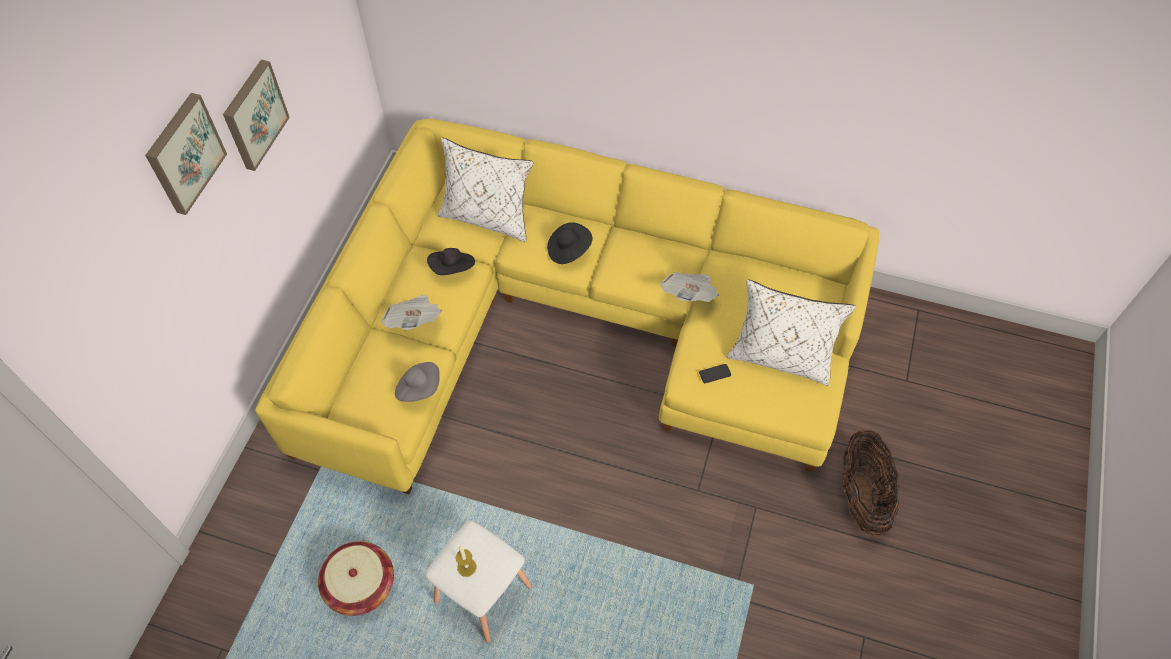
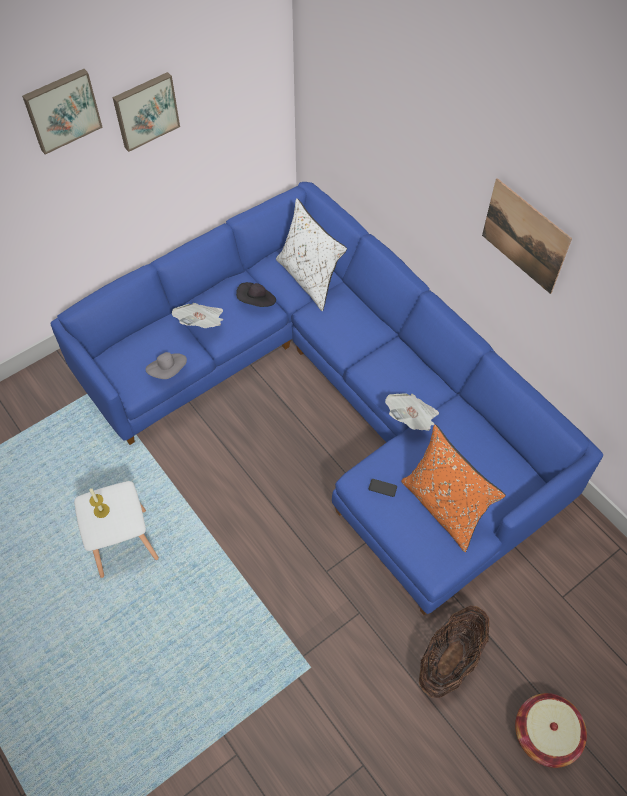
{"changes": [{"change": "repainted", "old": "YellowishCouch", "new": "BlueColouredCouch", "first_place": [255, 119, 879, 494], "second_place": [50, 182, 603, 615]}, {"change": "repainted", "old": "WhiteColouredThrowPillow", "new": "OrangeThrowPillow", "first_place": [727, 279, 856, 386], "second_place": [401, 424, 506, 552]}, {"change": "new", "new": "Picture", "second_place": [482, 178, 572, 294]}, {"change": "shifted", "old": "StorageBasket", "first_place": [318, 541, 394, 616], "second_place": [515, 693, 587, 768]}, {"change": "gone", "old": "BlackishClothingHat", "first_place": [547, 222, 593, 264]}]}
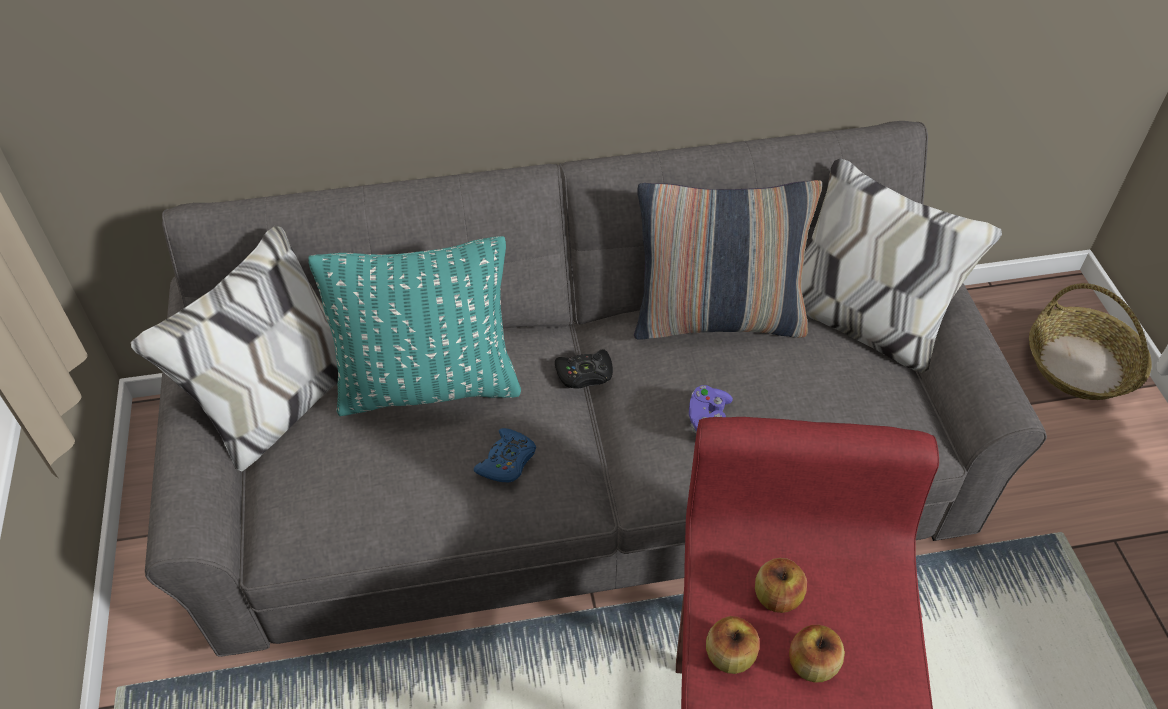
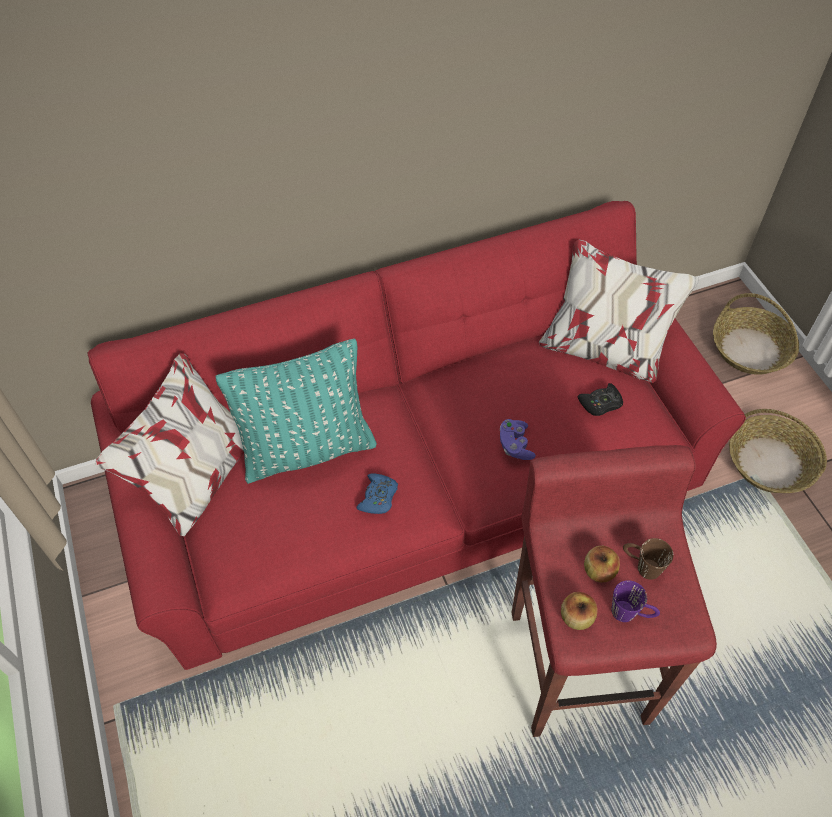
{"changes": [{"change": "repainted", "old": "GreyishCouch", "new": "ReddishCouch", "first_place": [131, 121, 1047, 657], "second_place": [88, 201, 746, 670]}, {"change": "shifted", "old": "BlackishGameController", "first_place": [555, 349, 613, 388], "second_place": [578, 383, 623, 416]}, {"change": "swapped", "old": "Apple", "new": "PurplishTeaMug", "first_place": [789, 625, 845, 682], "second_place": [612, 580, 660, 622]}, {"change": "new", "new": "BrownColouredTeaMug", "second_place": [623, 538, 673, 580]}, {"change": "new", "new": "StorageBasket", "second_place": [729, 409, 827, 493]}, {"change": "gone", "old": "ThrowPillow", "first_place": [634, 180, 822, 340]}]}
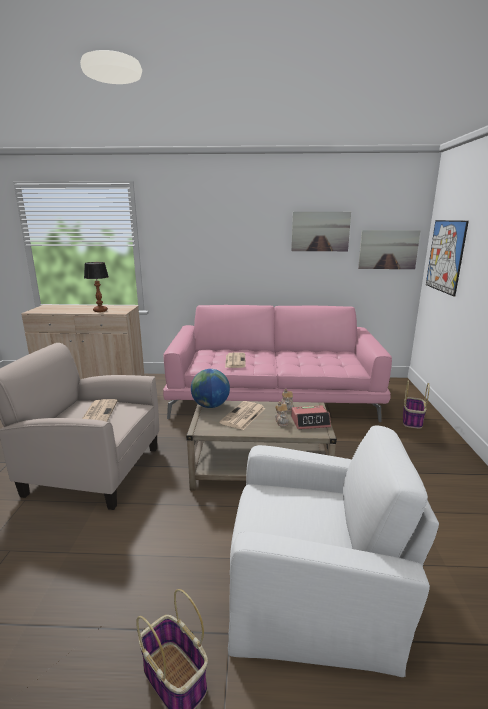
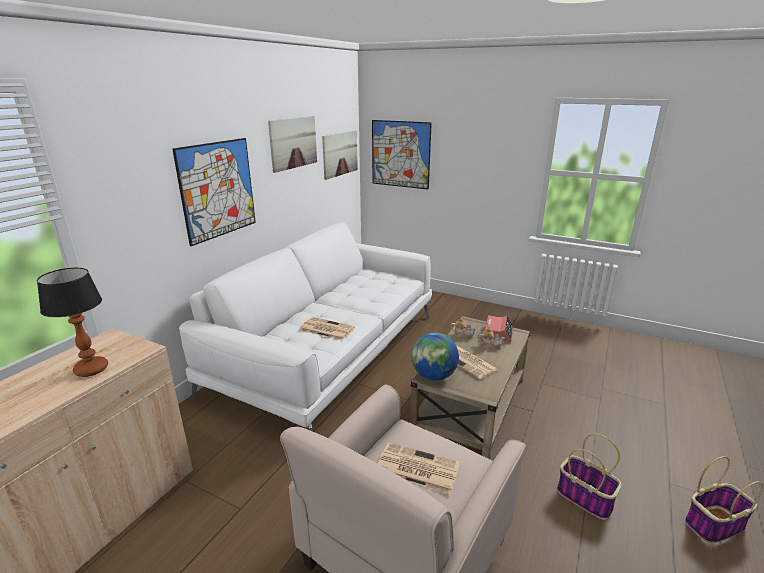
{"changes": [{"change": "new", "new": "Picture", "second_place": [172, 138, 256, 246]}, {"change": "repainted", "old": "PinkCouch", "new": "WhiteColouredCouch", "first_place": [163, 305, 392, 422], "second_place": [179, 222, 432, 432]}, {"change": "shifted", "old": "StorageBasket", "first_place": [403, 380, 429, 429], "second_place": [557, 434, 622, 520]}, {"change": "gone", "old": "WhiteColouredArmchair", "first_place": [228, 425, 439, 677]}]}
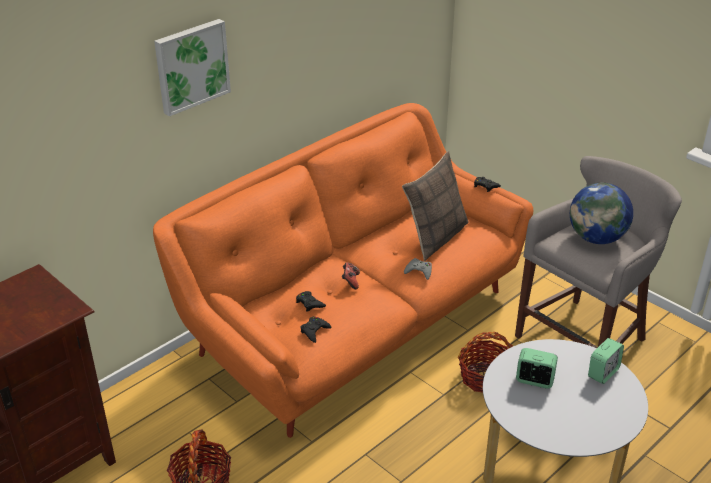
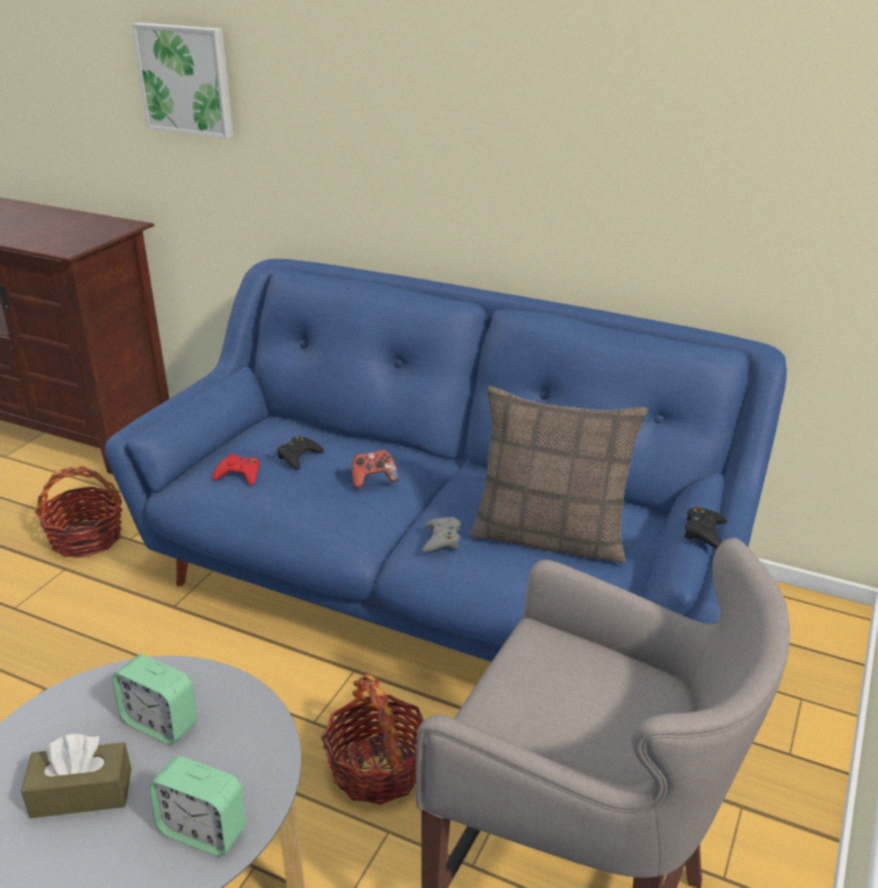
{"changes": [{"change": "new", "new": "BrownColouredBoxOfTissues", "second_place": [21, 734, 131, 818]}, {"change": "repainted", "old": "OrangeCouch", "new": "BlueColouredCouch", "first_place": [153, 103, 533, 438], "second_place": [105, 259, 787, 662]}, {"change": "rotated", "old": "AlarmClock", "first_place": [516, 348, 558, 389], "second_place": [112, 654, 197, 745], "degrees": 120}, {"change": "shifted", "old": "Picture", "first_place": [154, 19, 231, 116], "second_place": [131, 23, 233, 139]}, {"change": "repainted", "old": "BlackishGameController", "new": "ReddishGameController", "first_place": [300, 317, 332, 343], "second_place": [212, 454, 259, 486]}, {"change": "gone", "old": "DeskGlobe", "first_place": [570, 183, 633, 244]}]}
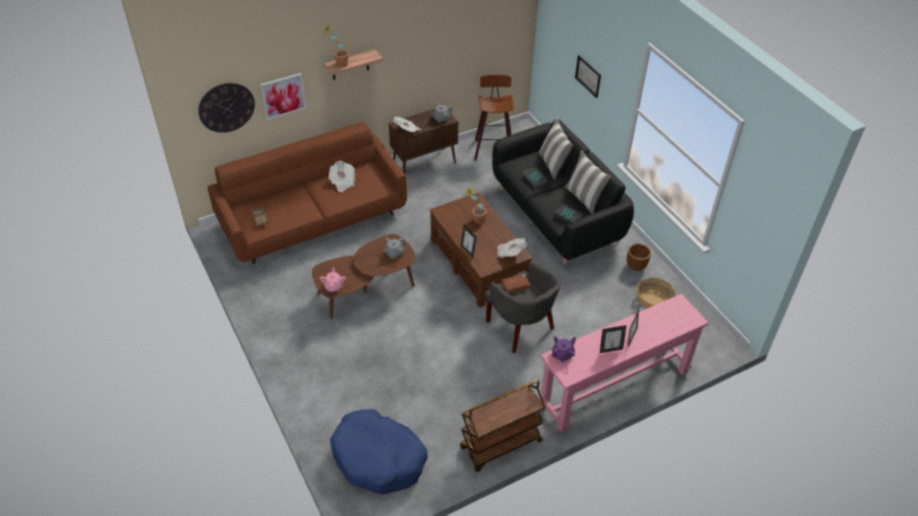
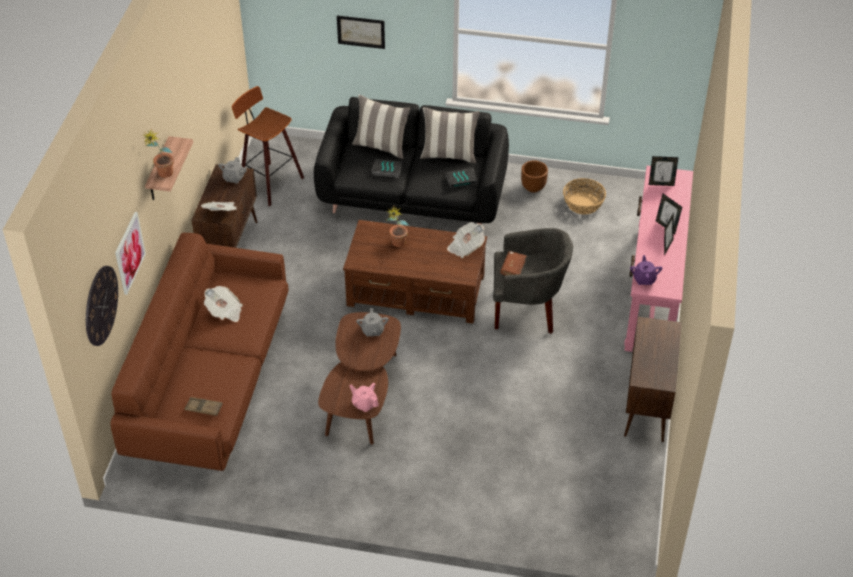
{"changes": [{"change": "swapped", "old": "BrownColouredTrolley", "new": "BrownColouredStorageCabinet", "first_place": [460, 380, 545, 472], "second_place": [624, 317, 682, 442]}, {"change": "shifted", "old": "PictureFrame", "first_place": [461, 224, 477, 258], "second_place": [649, 156, 678, 186]}, {"change": "gone", "old": "BlueColouredPetBed", "first_place": [330, 409, 428, 494]}]}
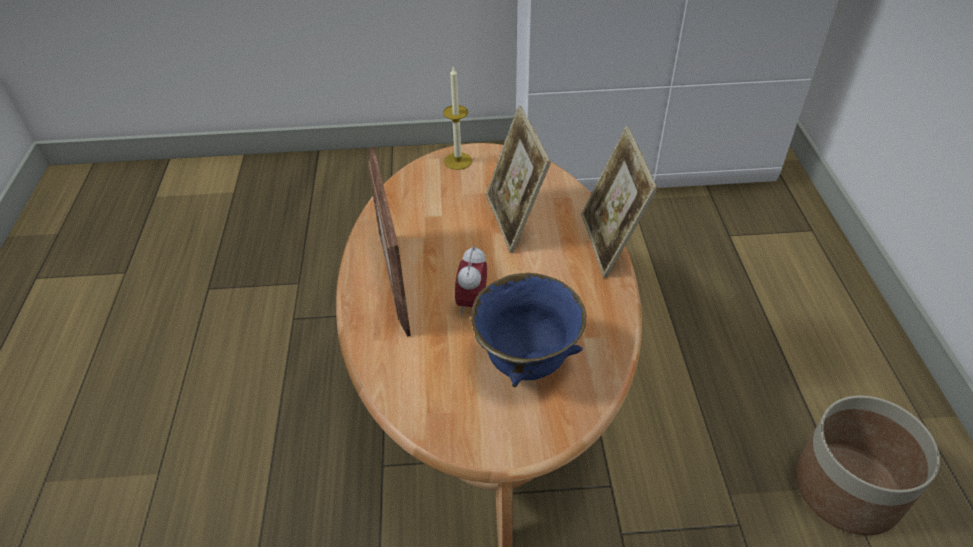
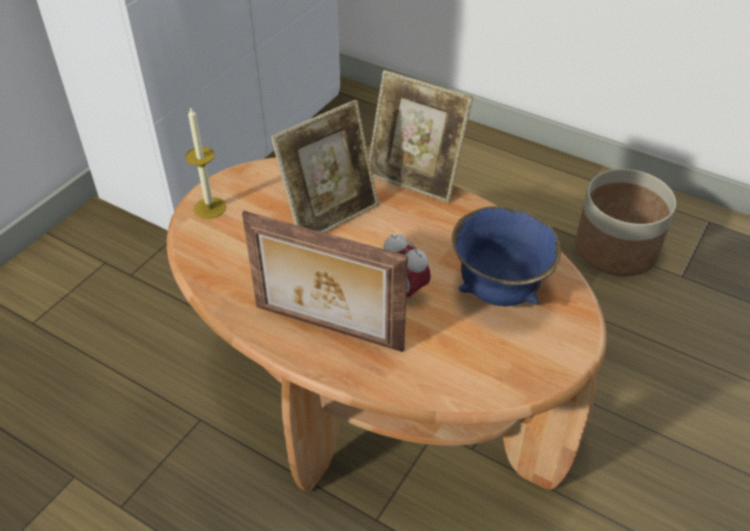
{"changes": [{"change": "rotated", "old": "PictureFrame", "first_place": [486, 106, 551, 253], "second_place": [271, 100, 379, 233], "degrees": -60}]}
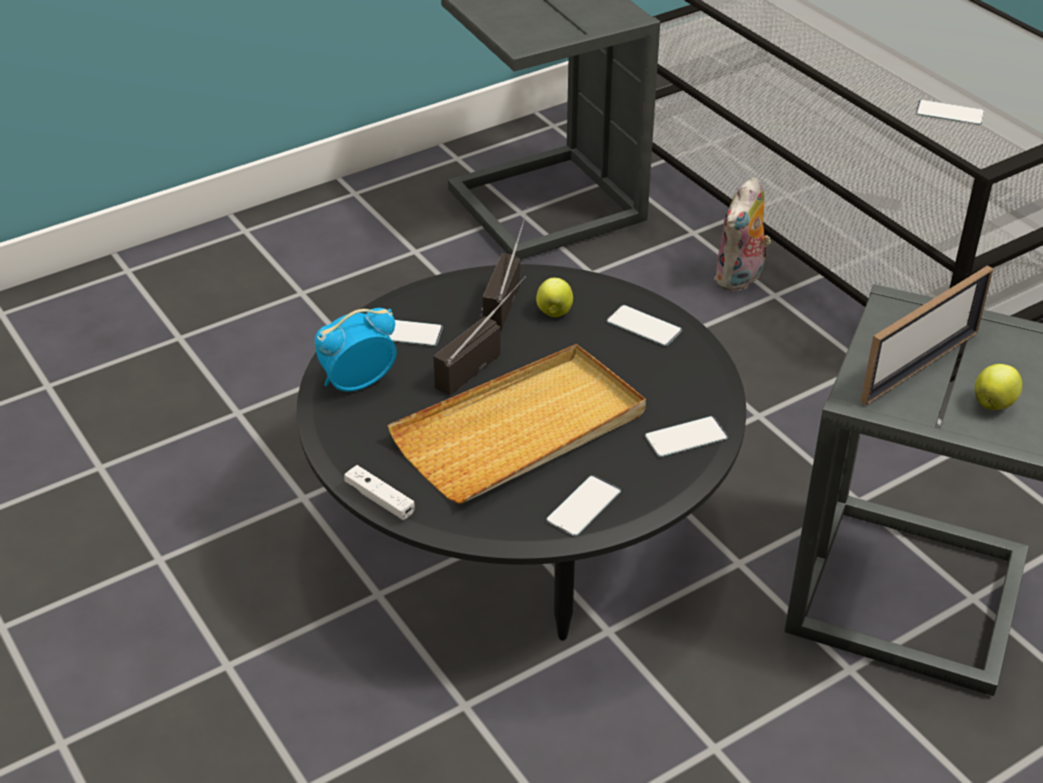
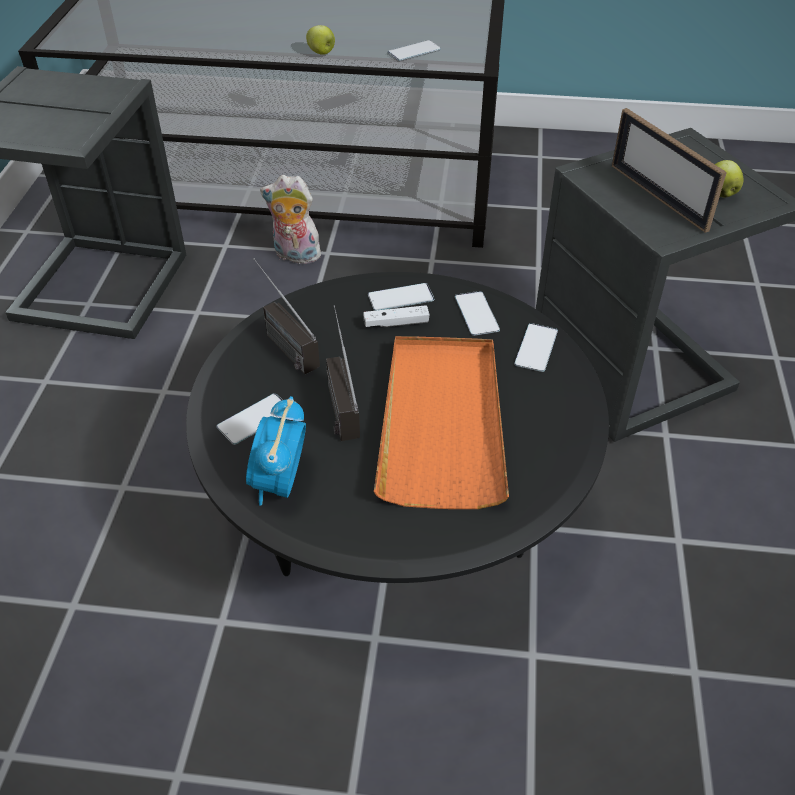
{"changes": [{"change": "rotated", "old": "SoftToy", "first_place": [714, 177, 771, 292], "second_place": [260, 175, 321, 264], "degrees": 120}, {"change": "shifted", "old": "Apple", "first_place": [536, 278, 573, 317], "second_place": [306, 25, 335, 55]}, {"change": "shifted", "old": "WhiteColouredGameController", "first_place": [344, 465, 415, 520], "second_place": [363, 305, 429, 327]}, {"change": "repainted", "old": "BeigeColouredTray", "new": "OrangeTray", "first_place": [387, 344, 646, 504], "second_place": [374, 336, 509, 509]}, {"change": "shifted", "old": "Handset", "first_place": [546, 475, 621, 536], "second_place": [455, 291, 500, 336]}, {"change": "rotated", "old": "PictureFrame", "first_place": [861, 265, 993, 405], "second_place": [612, 108, 727, 233], "degrees": 150}]}
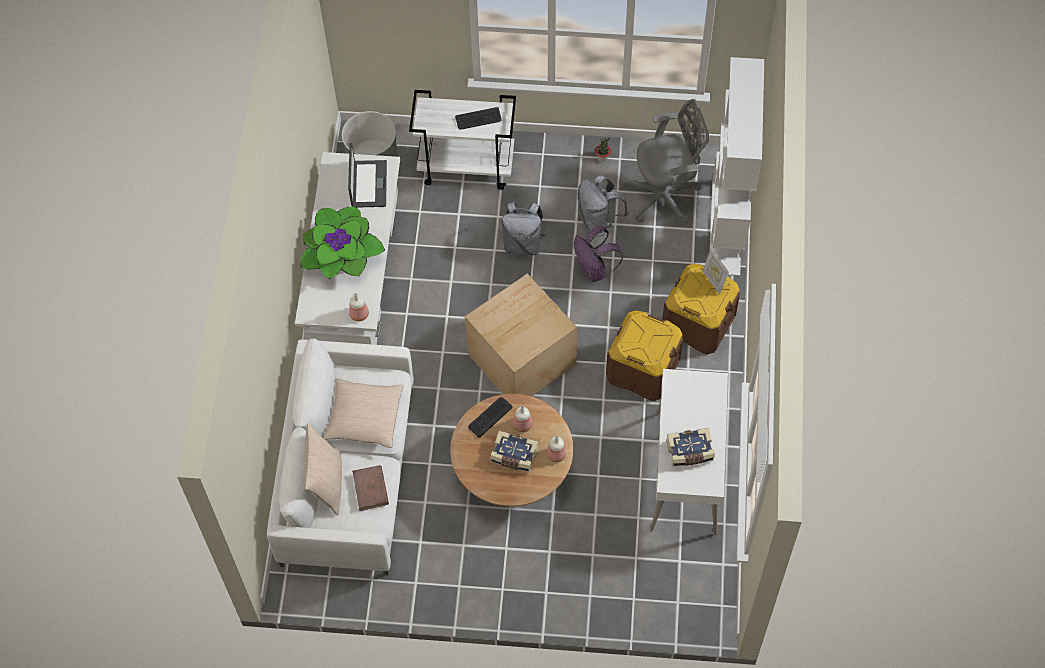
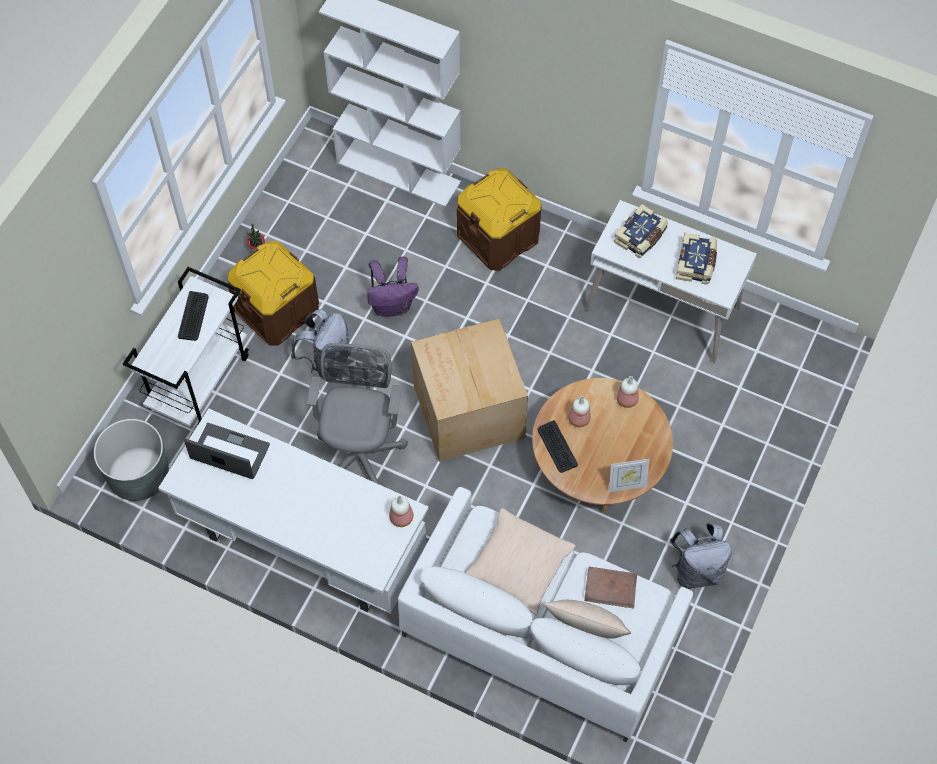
{"changes": [{"change": "shifted", "old": "BrownColouredStorageContainer", "first_place": [606, 310, 683, 401], "second_place": [228, 241, 319, 346]}, {"change": "shifted", "old": "GreyishComputerChair", "first_place": [619, 99, 709, 223], "second_place": [307, 343, 408, 487]}, {"change": "shifted", "old": "PictureFrame", "first_place": [703, 248, 729, 294], "second_place": [609, 459, 649, 492]}, {"change": "shifted", "old": "Book", "first_place": [490, 431, 538, 472], "second_place": [614, 204, 668, 258]}, {"change": "shifted", "old": "GreyishRucksack", "first_place": [577, 175, 628, 236], "second_place": [670, 523, 732, 589]}, {"change": "gone", "old": "PottedPlant", "first_place": [300, 206, 385, 280]}]}
